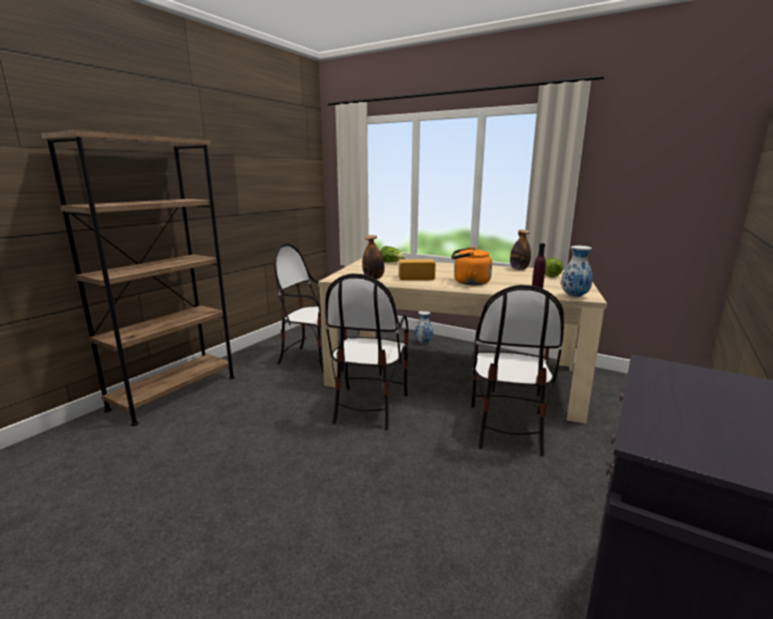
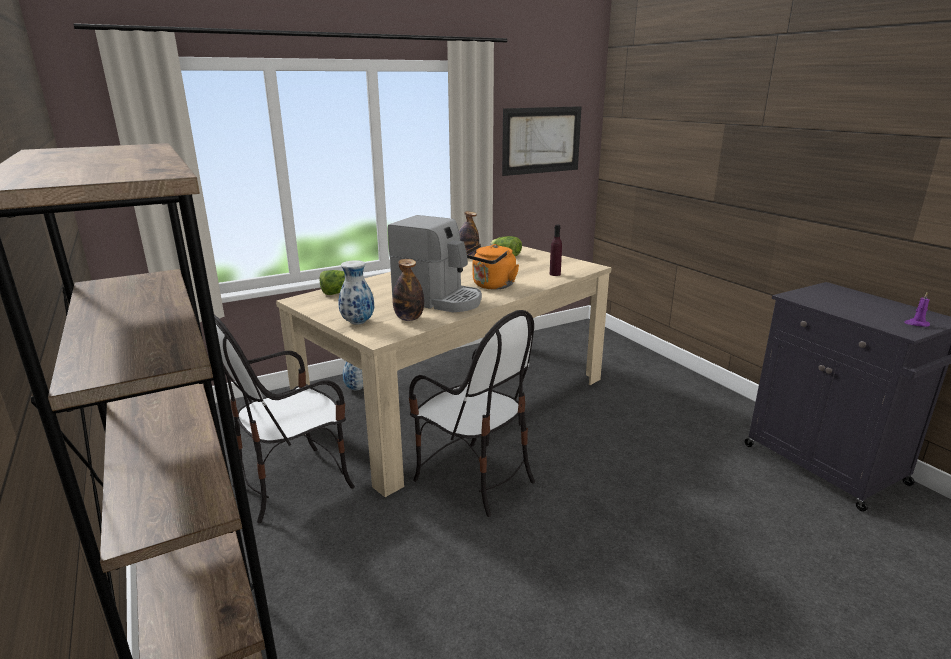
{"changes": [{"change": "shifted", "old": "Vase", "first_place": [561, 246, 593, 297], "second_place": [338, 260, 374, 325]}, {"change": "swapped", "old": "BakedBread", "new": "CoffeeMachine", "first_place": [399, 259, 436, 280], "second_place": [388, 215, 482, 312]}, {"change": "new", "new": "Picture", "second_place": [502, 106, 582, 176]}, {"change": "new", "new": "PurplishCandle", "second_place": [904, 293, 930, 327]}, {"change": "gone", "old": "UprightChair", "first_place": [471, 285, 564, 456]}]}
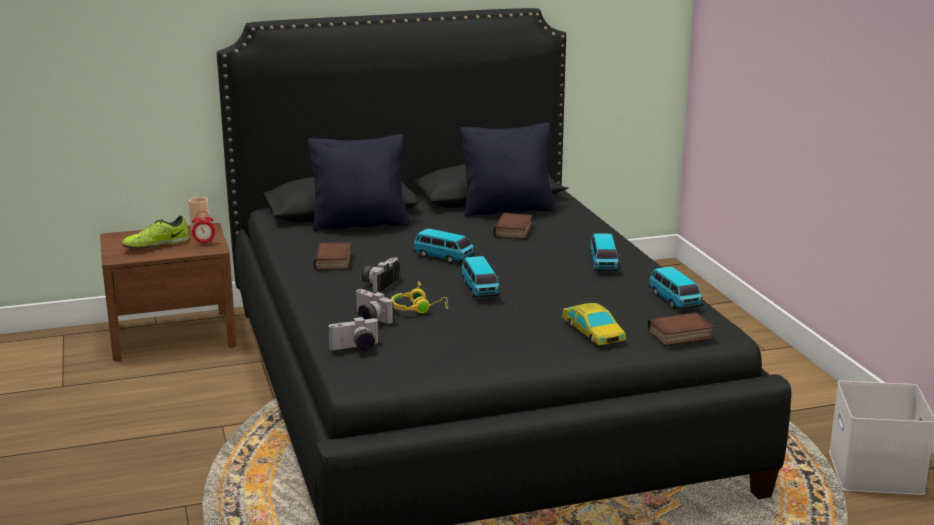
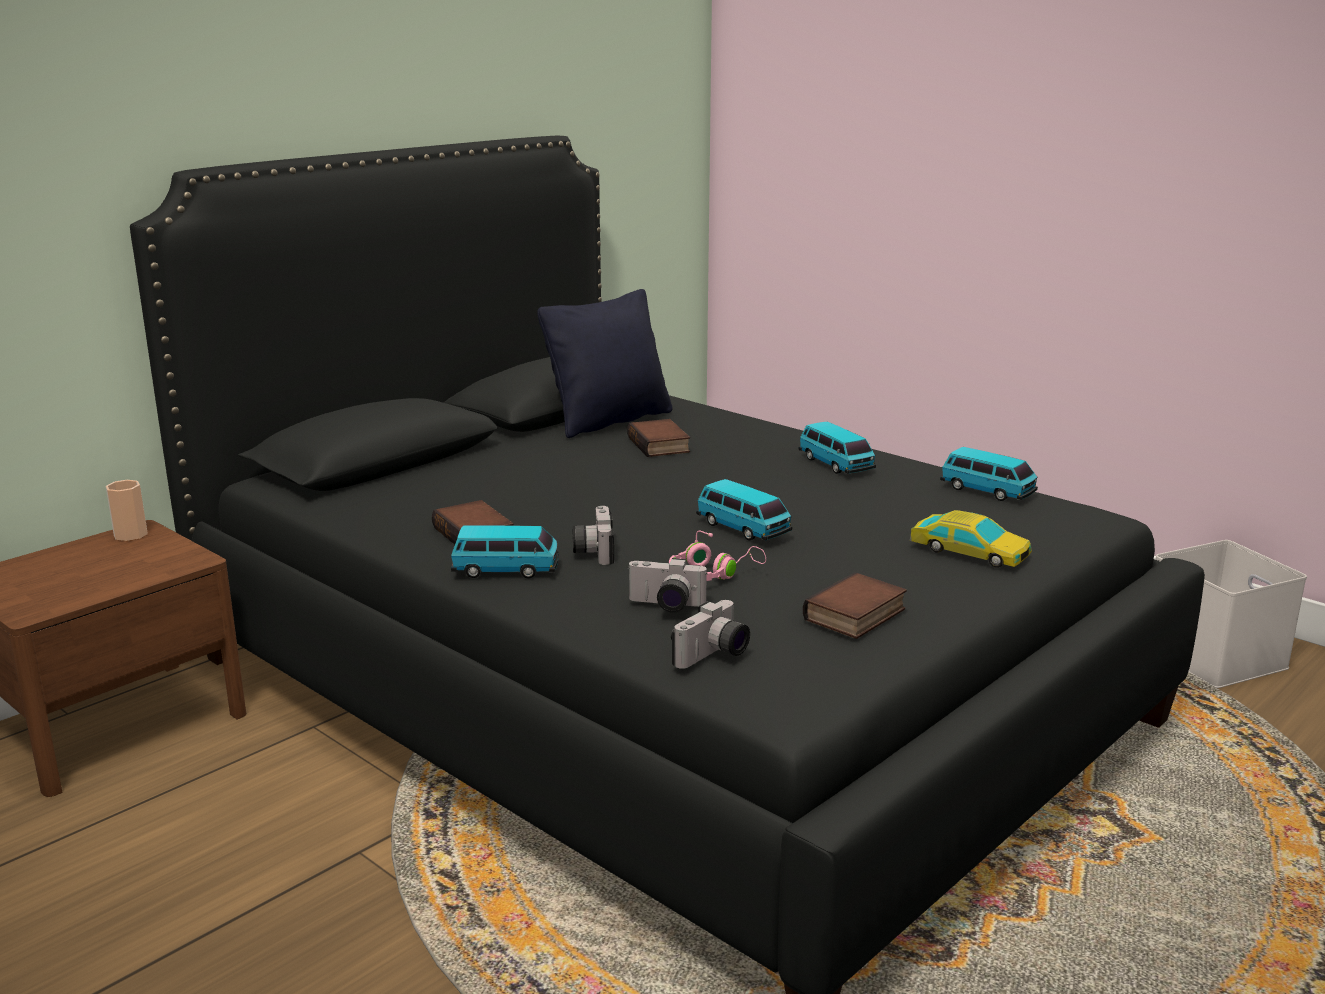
{"changes": [{"change": "shifted", "old": "MiniatureCar", "first_place": [413, 229, 475, 263], "second_place": [451, 525, 559, 578]}, {"change": "repainted", "old": "YellowishPairOfHeadphones", "new": "PinkPairOfHeadphones", "first_place": [391, 281, 448, 313], "second_place": [669, 530, 766, 581]}, {"change": "shifted", "old": "Book", "first_place": [648, 312, 714, 346], "second_place": [803, 572, 907, 639]}, {"change": "gone", "old": "LowShoe", "first_place": [121, 215, 189, 249]}, {"change": "gone", "old": "AlarmClock", "first_place": [192, 211, 215, 245]}, {"change": "gone", "old": "BlackishThrowPillow", "first_place": [308, 134, 409, 231]}]}
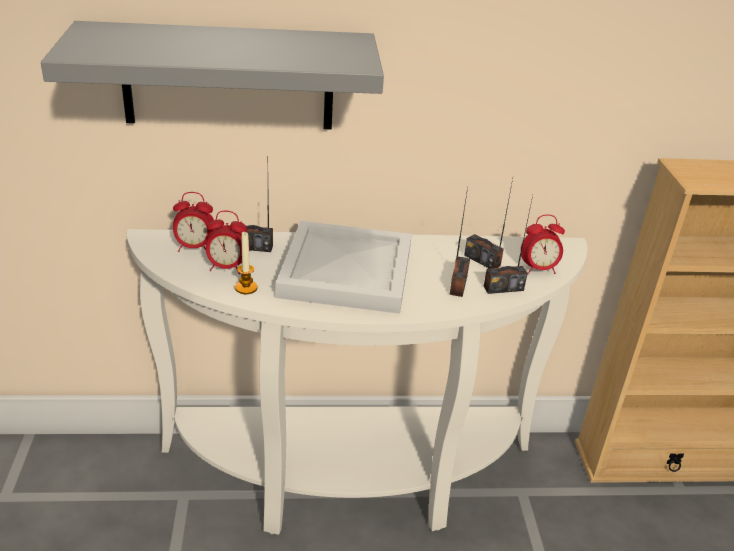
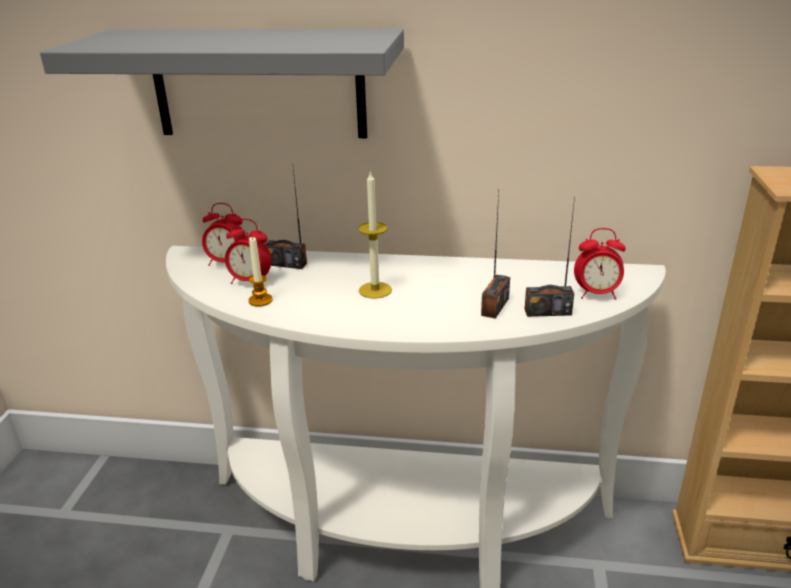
{"changes": [{"change": "swapped", "old": "WhiteColouredTray", "new": "Candle", "first_place": [276, 221, 412, 314], "second_place": [358, 170, 392, 299]}, {"change": "gone", "old": "Radio", "first_place": [464, 179, 513, 268]}]}
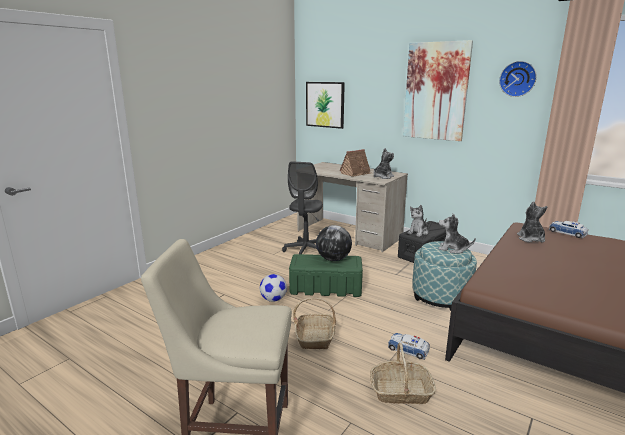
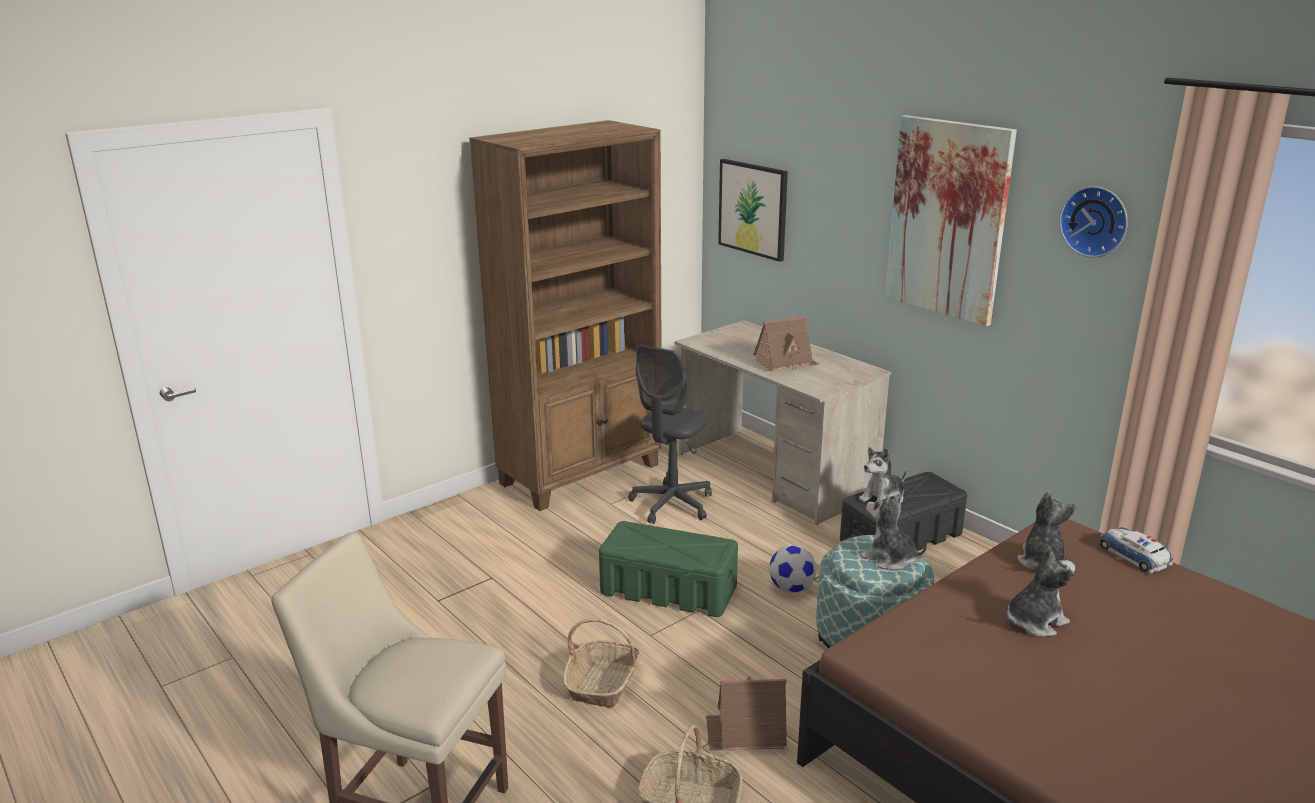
{"changes": [{"change": "new", "new": "BrownColouredShelvingUnit", "second_place": [469, 120, 662, 511]}, {"change": "swapped", "old": "MiniatureCar", "new": "ToyHouse", "first_place": [388, 333, 430, 360], "second_place": [706, 677, 787, 751]}, {"change": "shifted", "old": "BallForFootball", "first_place": [260, 274, 287, 302], "second_place": [769, 545, 817, 593]}, {"change": "shifted", "old": "SoftToy", "first_place": [373, 148, 394, 179], "second_place": [1007, 547, 1075, 637]}, {"change": "gone", "old": "DeskGlobe", "first_place": [316, 225, 352, 261]}]}
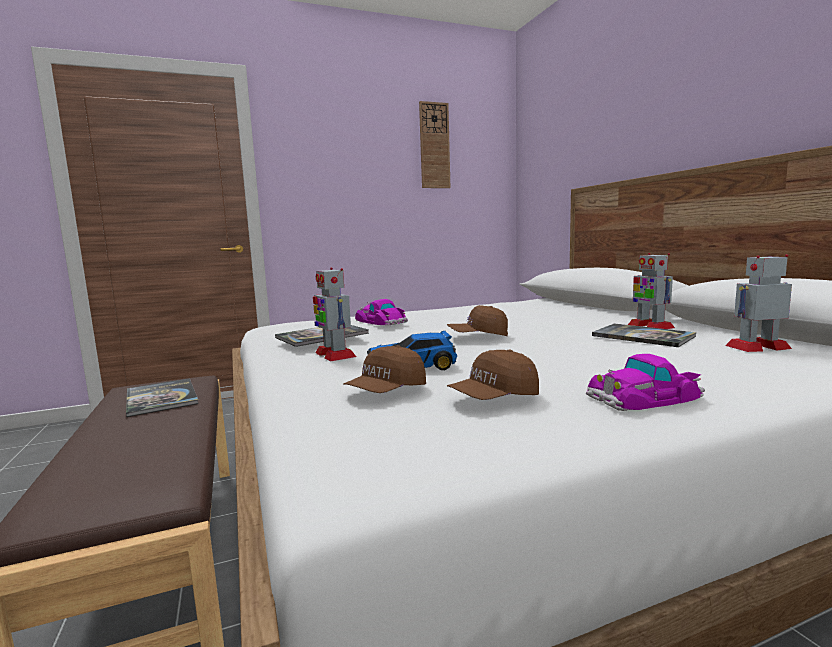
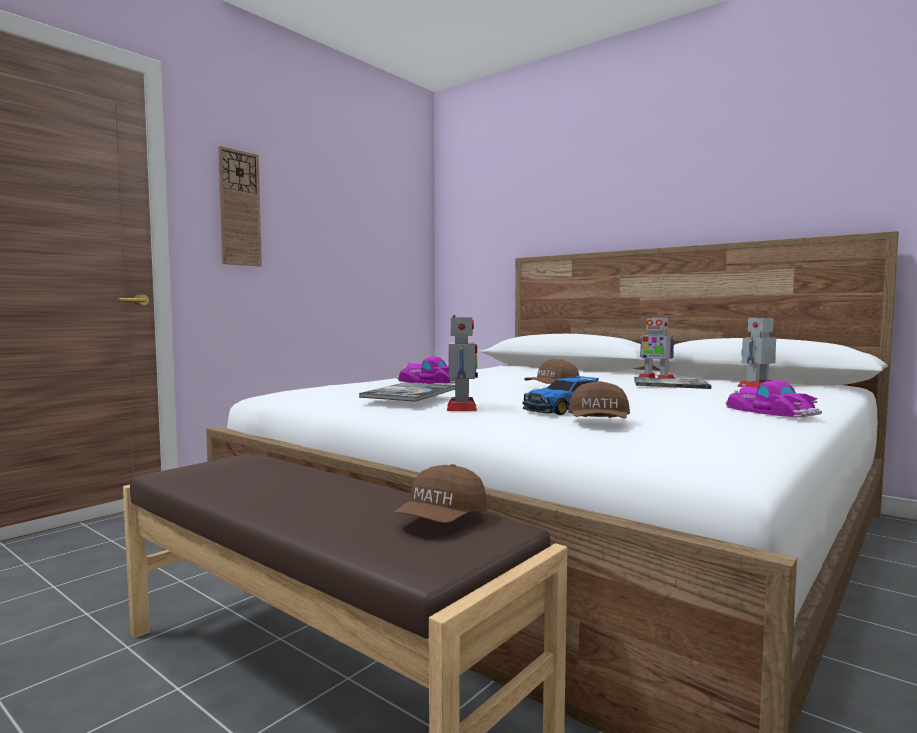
{"changes": [{"change": "shifted", "old": "ClockOnTheWall", "first_place": [419, 101, 450, 188], "second_place": [218, 146, 262, 267]}, {"change": "shifted", "old": "BrownColouredBaseballCap", "first_place": [447, 350, 539, 400], "second_place": [394, 464, 487, 523]}, {"change": "rotated", "old": "ModelRobot", "first_place": [313, 267, 356, 362], "second_place": [447, 315, 478, 411], "degrees": -120}, {"change": "rotated", "old": "MiniatureCar", "first_place": [586, 354, 705, 411], "second_place": [725, 380, 822, 418], "degrees": 105}, {"change": "gone", "old": "Book", "first_place": [126, 378, 199, 417]}]}
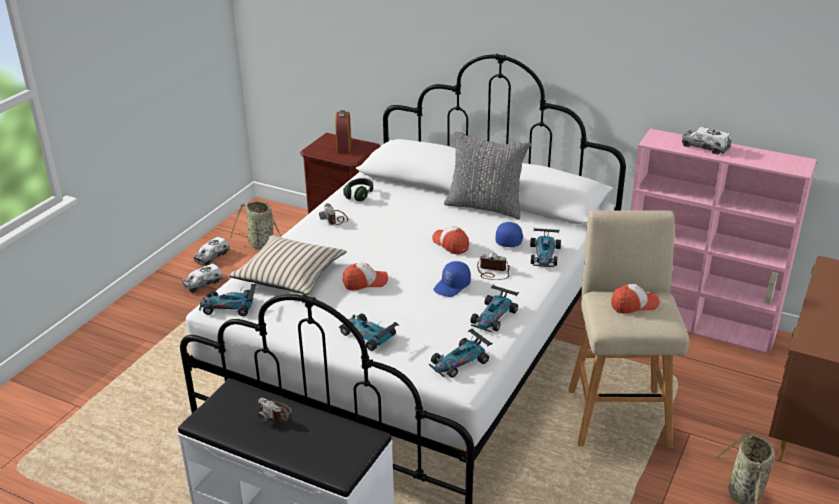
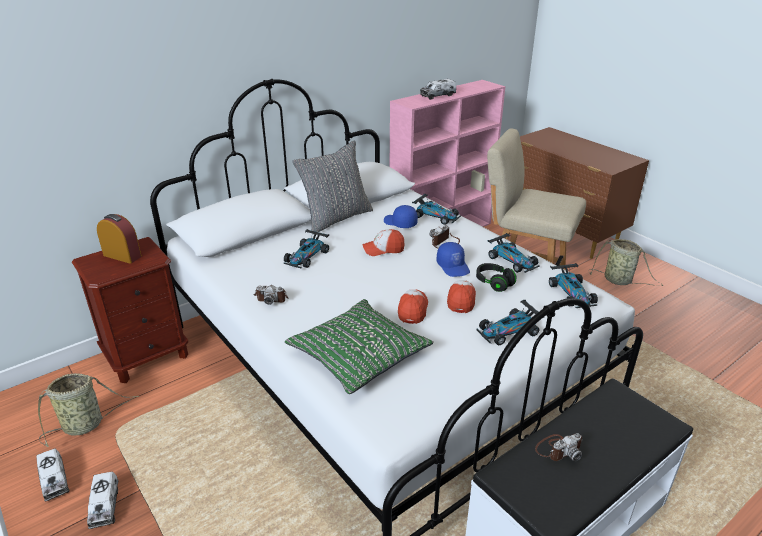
{"changes": [{"change": "shifted", "old": "MiniatureCar", "first_place": [199, 284, 257, 316], "second_place": [284, 229, 329, 268]}, {"change": "repainted", "old": "BeigeColouredThrowPillow", "new": "GreenishThrowPillow", "first_place": [228, 235, 347, 295], "second_place": [285, 299, 434, 394]}, {"change": "shifted", "old": "BaseballCap", "first_place": [611, 284, 660, 314], "second_place": [447, 280, 476, 313]}, {"change": "shifted", "old": "BlackishPairOfHeadphones", "first_place": [344, 178, 373, 201], "second_place": [476, 263, 517, 292]}]}
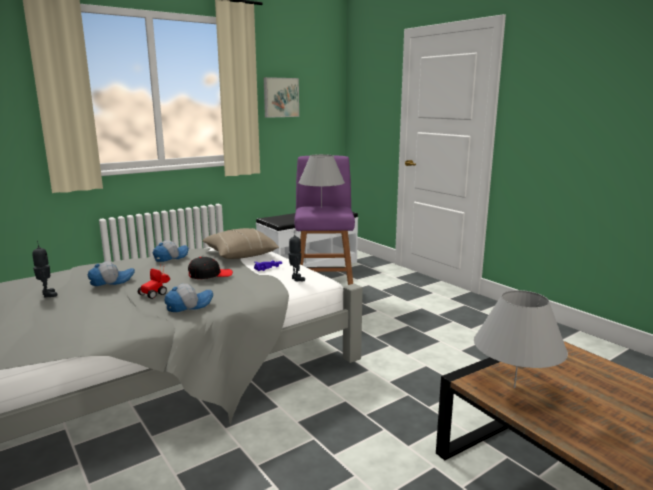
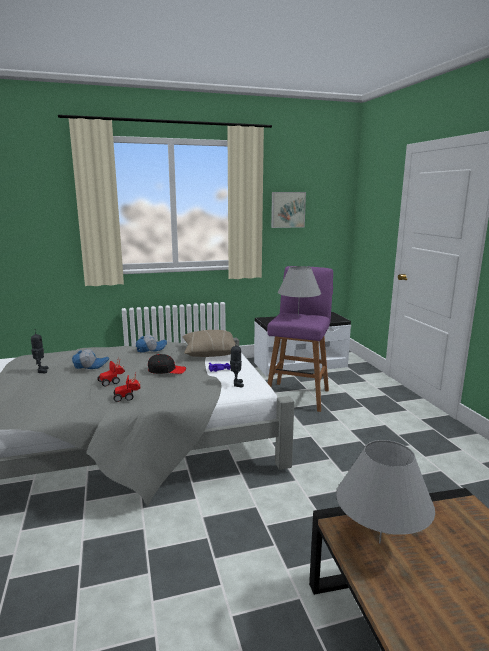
{"changes": [{"change": "swapped", "old": "BaseballCap", "new": "MiniatureCar", "first_place": [164, 284, 213, 312], "second_place": [114, 373, 141, 402]}]}
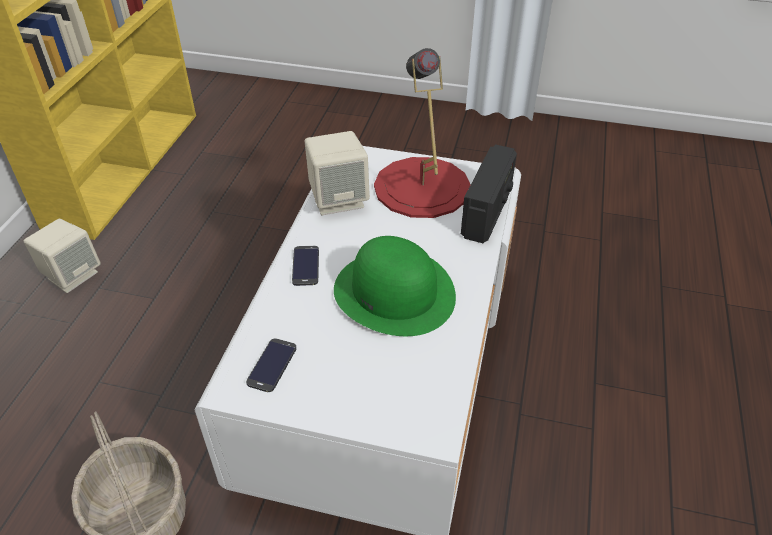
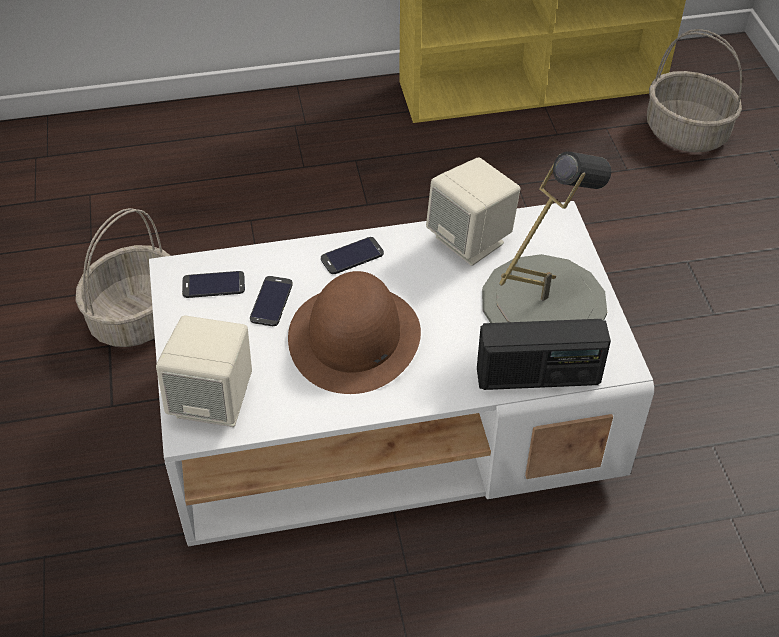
{"changes": [{"change": "shifted", "old": "BeigeColouredSpeaker", "first_place": [24, 219, 101, 293], "second_place": [156, 316, 252, 427]}, {"change": "new", "new": "Handset", "second_place": [250, 276, 293, 326]}, {"change": "repainted", "old": "GreenishClothingHat", "new": "BrownColouredClothingHat", "first_place": [334, 236, 456, 336], "second_place": [288, 271, 421, 394]}, {"change": "repainted", "old": "ReddishTabletopLamp", "new": "GreyishTabletopLamp", "first_place": [374, 48, 470, 218], "second_place": [482, 151, 611, 323]}, {"change": "new", "new": "StorageBasket", "second_place": [647, 29, 742, 152]}]}
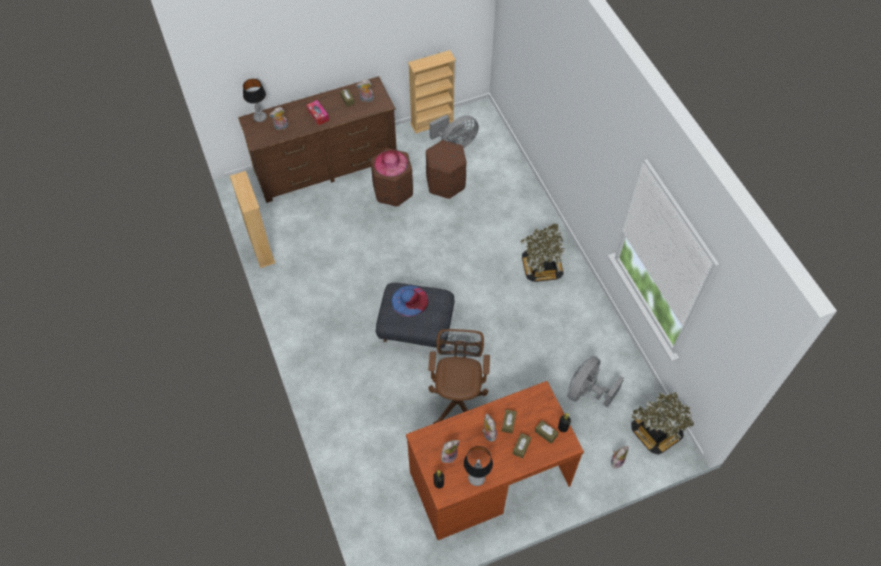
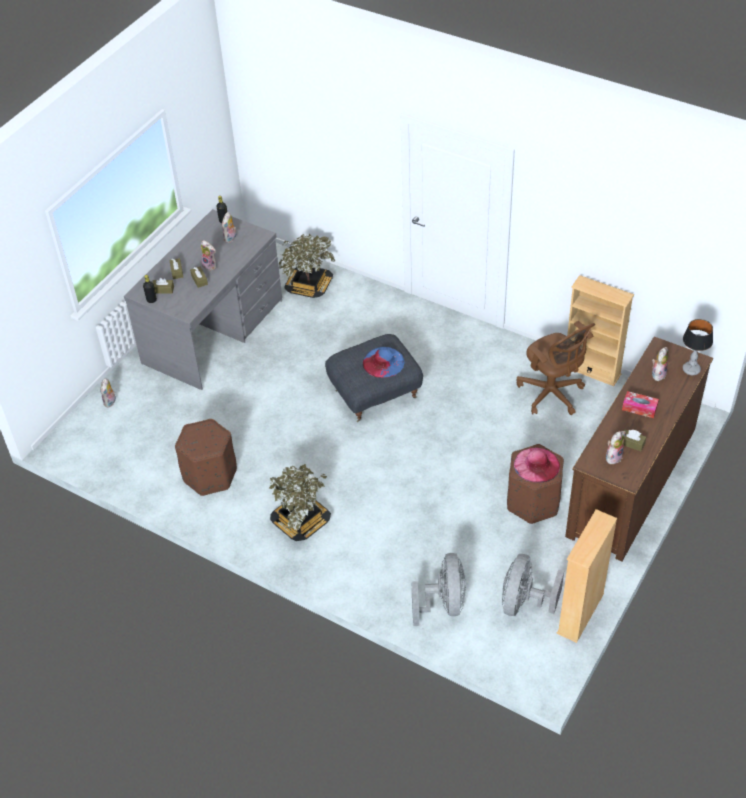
{"changes": [{"change": "repainted", "old": "BrownColouredDesk", "new": "GreyishDesk", "first_place": [406, 381, 584, 540], "second_place": [124, 209, 282, 390]}, {"change": "shifted", "old": "BrownColouredPouffe", "first_place": [426, 140, 466, 199], "second_place": [175, 419, 237, 496]}, {"change": "shifted", "old": "PottedPlant", "first_place": [631, 392, 694, 455], "second_place": [279, 234, 335, 298]}, {"change": "shifted", "old": "GreyishFan", "first_place": [567, 356, 624, 408], "second_place": [412, 553, 466, 626]}, {"change": "shifted", "old": "BrownColouredComputerChair", "first_place": [428, 329, 490, 424], "second_place": [517, 321, 595, 415]}, {"change": "gone", "old": "TabletopLamp", "first_place": [464, 446, 493, 486]}]}
